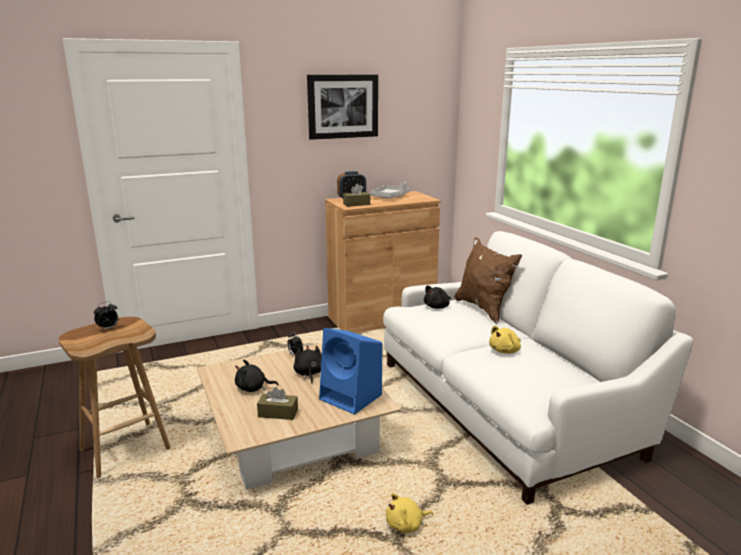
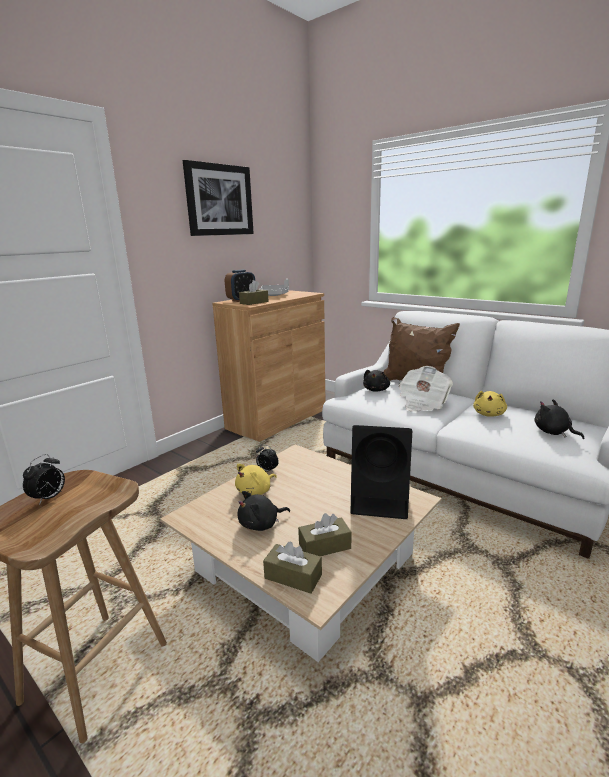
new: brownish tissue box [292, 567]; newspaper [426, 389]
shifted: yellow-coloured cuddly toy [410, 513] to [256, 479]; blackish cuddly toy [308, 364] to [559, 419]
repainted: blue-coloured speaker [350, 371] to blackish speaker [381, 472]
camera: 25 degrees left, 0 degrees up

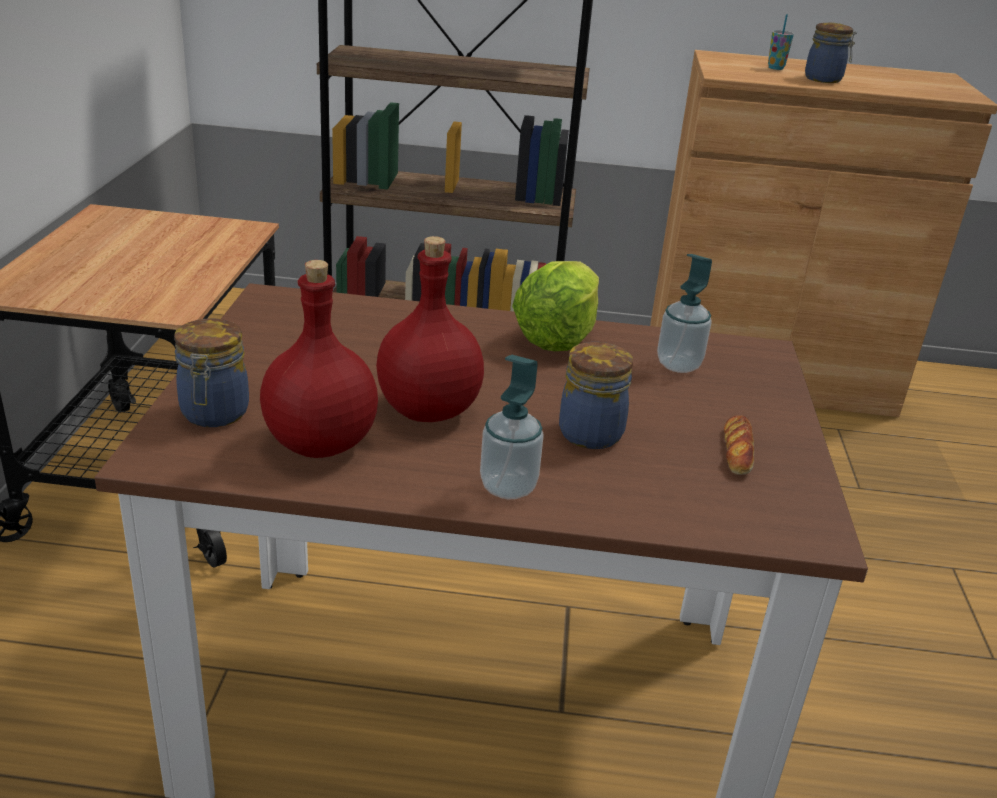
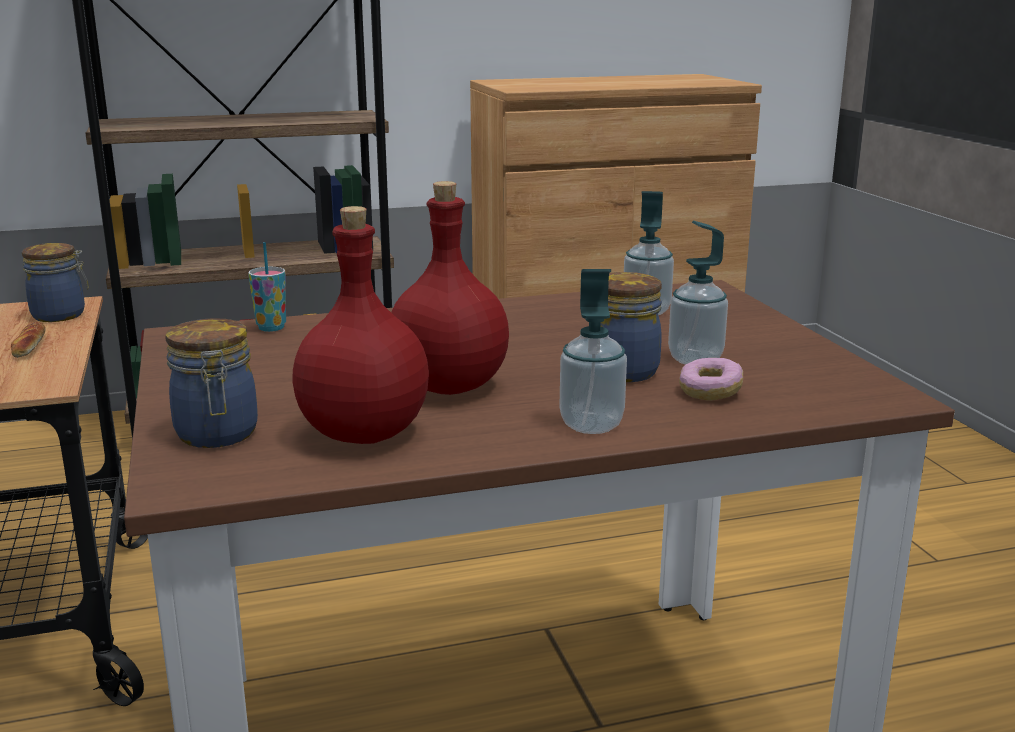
gone: lettuce head [555, 306]
new: soap dispenser [698, 293]; ring doughnut [711, 379]
shifted: baked bread [739, 445] to [28, 340]; preserve jar [831, 53] to [55, 282]; drinking cup [781, 42] to [267, 287]
camera: 20 degrees left, 10 degrees down

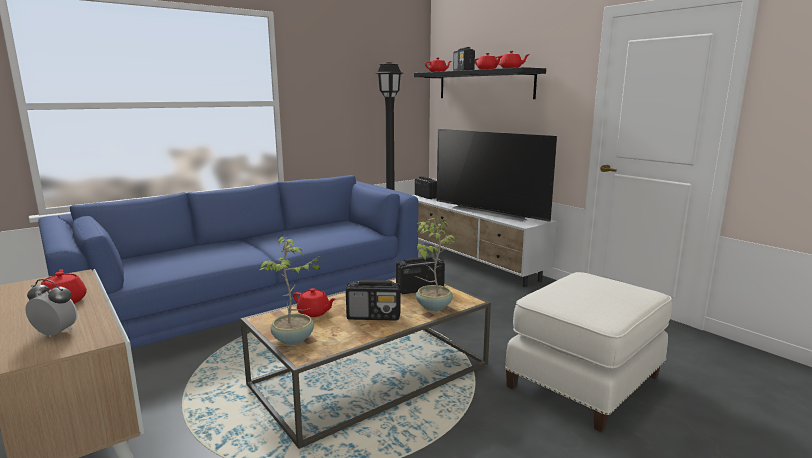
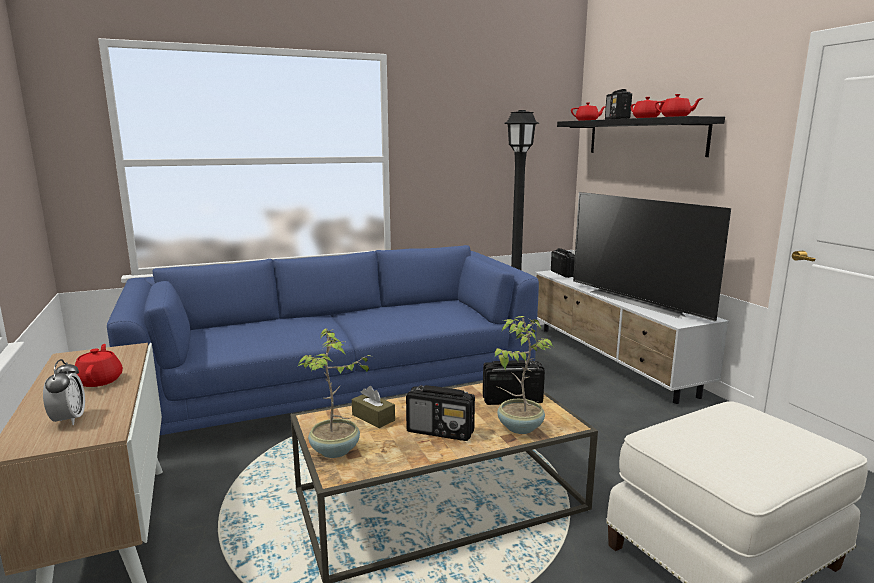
swapped: red-coloured teapot [314, 302] to brownish tissue box [373, 407]
rotated: table clock [51, 308] = [64, 392] 45 degrees clockwise
camera: 15 degrees right, 0 degrees up

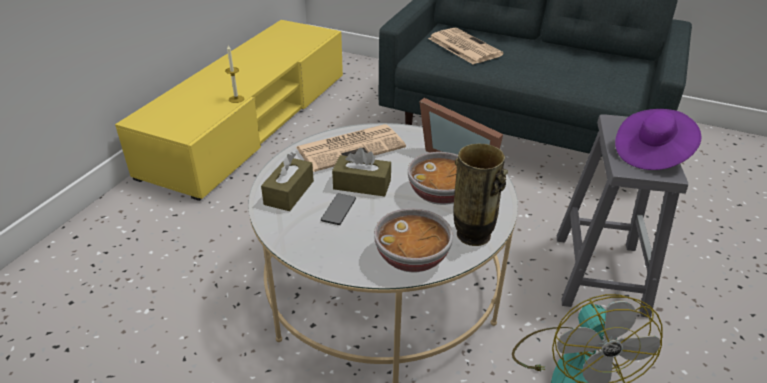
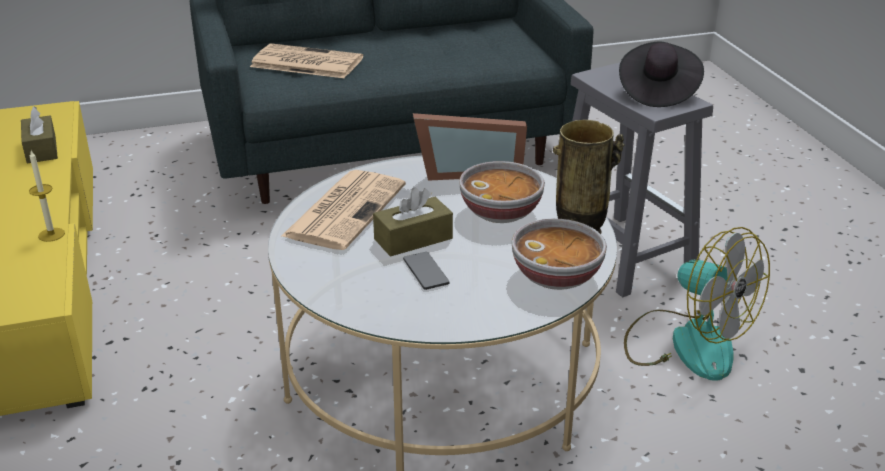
shifted: brownish tissue box [287, 181] to [39, 134]
repainted: purple-coloured hat [658, 139] to blackish hat [661, 74]
camera: 40 degrees left, 5 degrees down

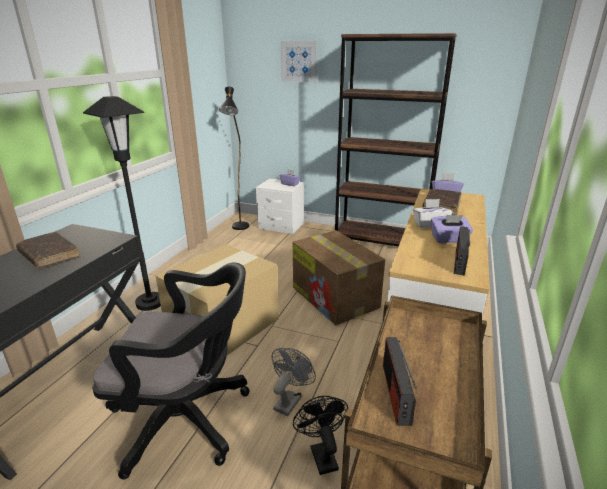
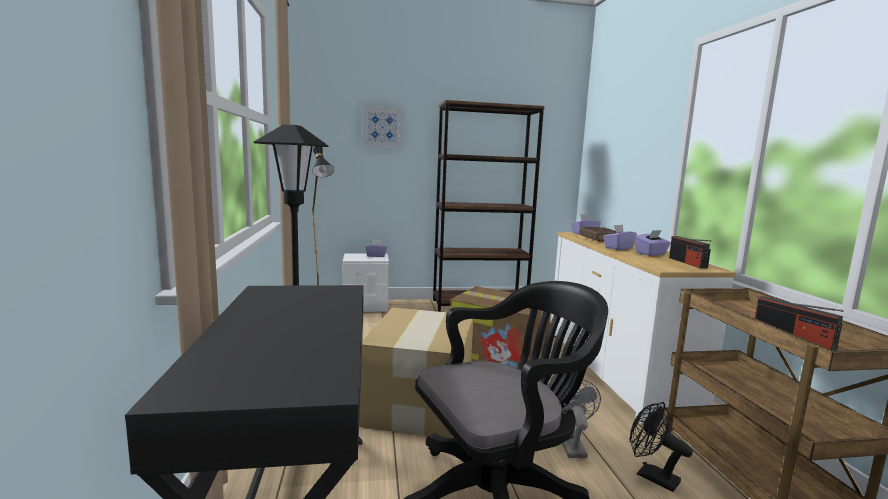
gone: brownish book [48, 250]
repainted: whitish tissue box [432, 213] to purple-coloured tissue box [620, 237]
camera: 30 degrees left, 15 degrees down

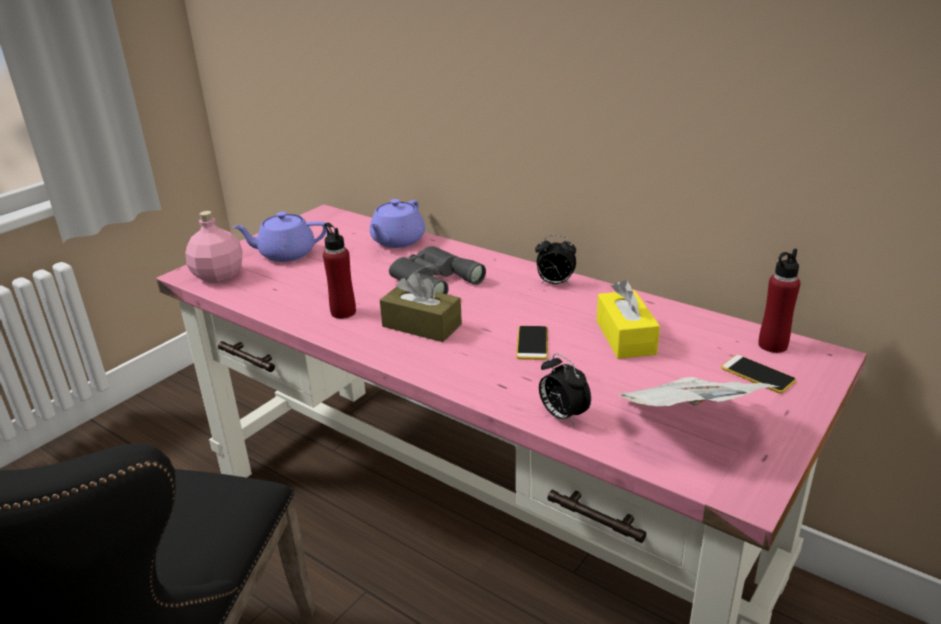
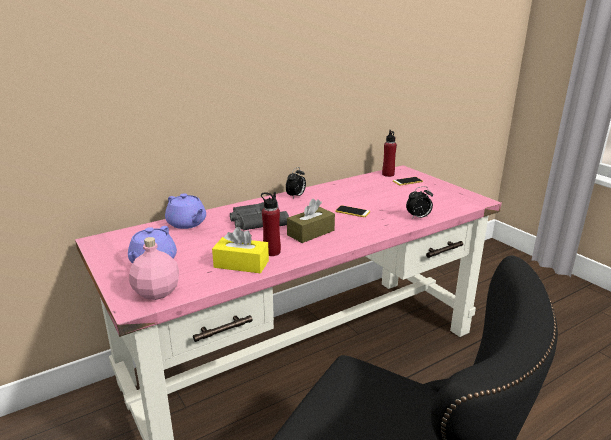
gone: newspaper [698, 391]
shifted: yellow-coloured tissue box [628, 319] to [240, 250]
camera: 70 degrees left, 5 degrees down

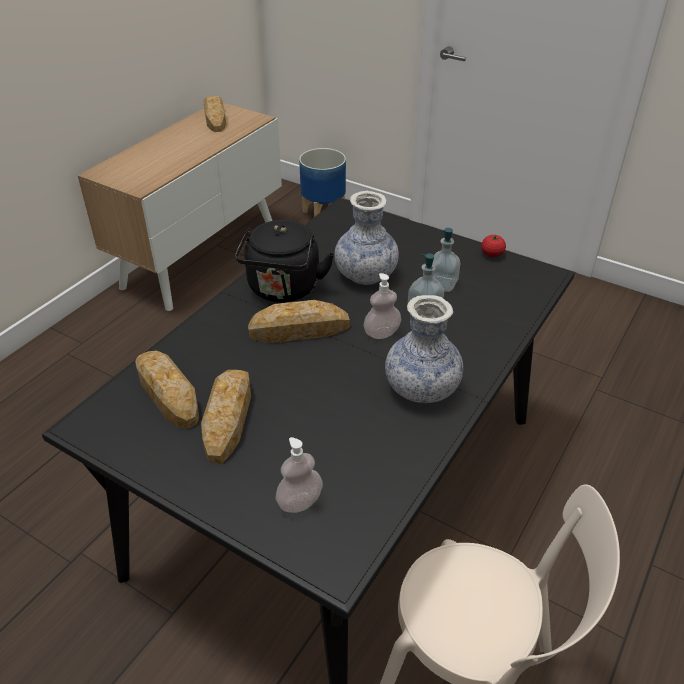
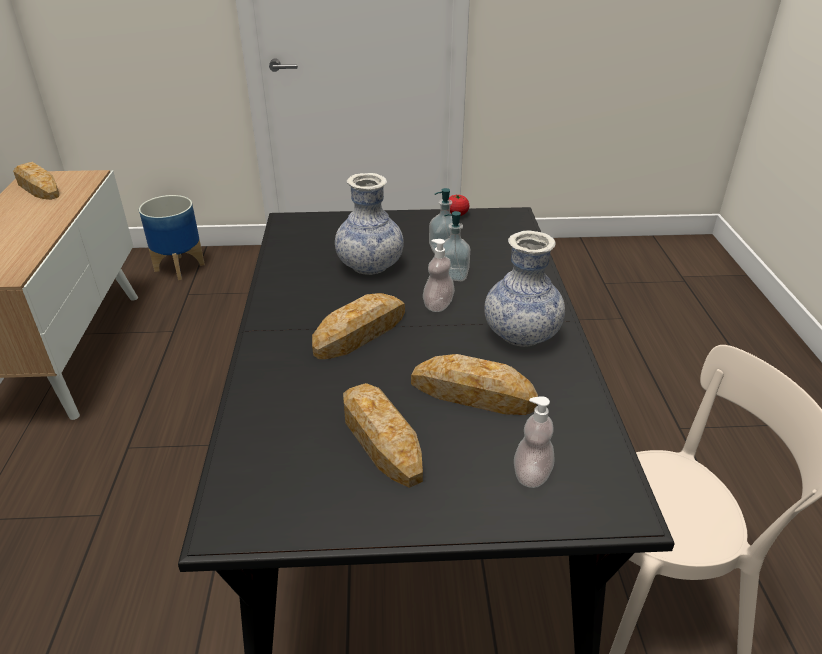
gone: blackish water kettle [284, 261]
shifted: baked bread [167, 389] to [474, 384]
camera: 35 degrees left, 5 degrees down

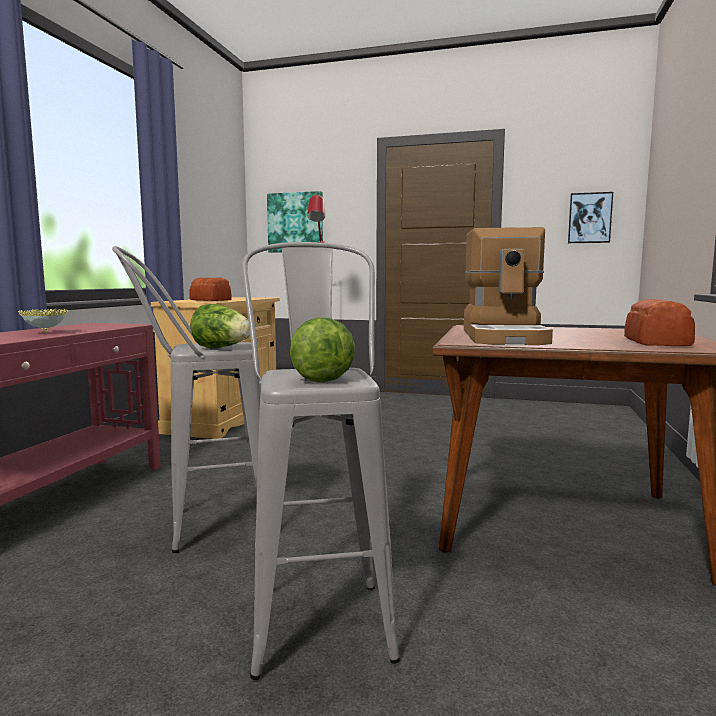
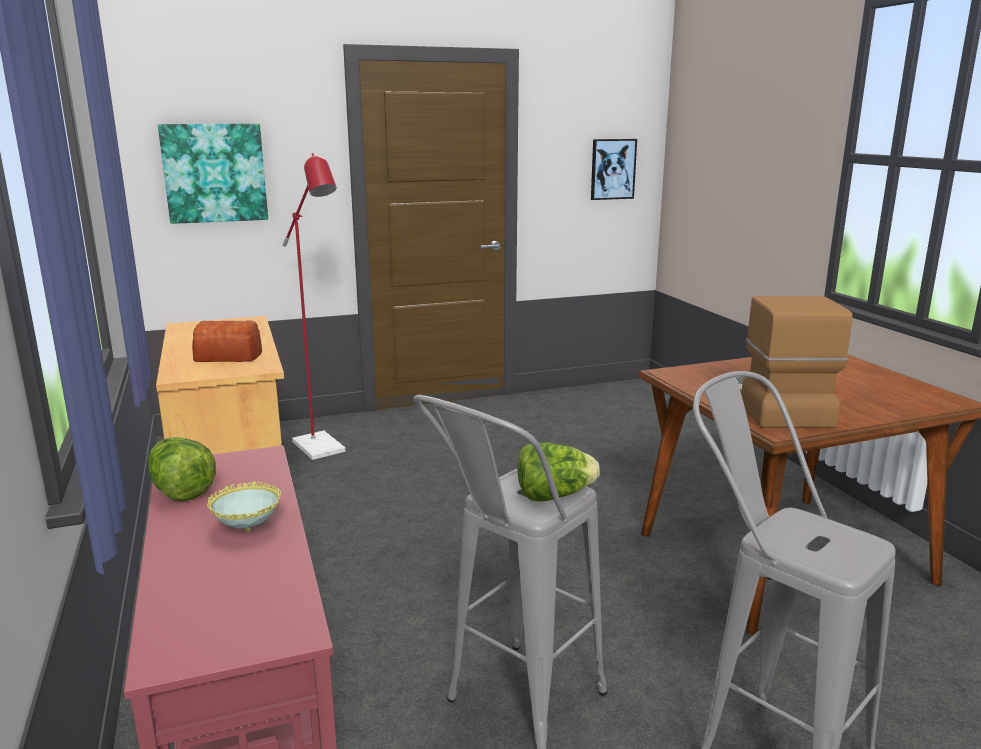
gone: baked bread [659, 322]
shifted: lettuce head [322, 350] to [182, 469]
rotated: coffee maker [508, 286] = [794, 362] 150 degrees counterclockwise
camera: 35 degrees left, 10 degrees up

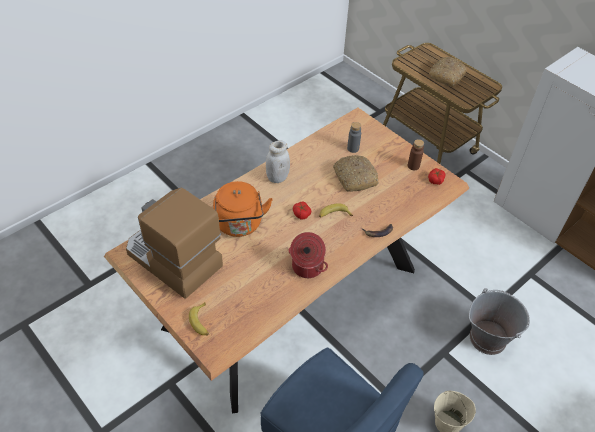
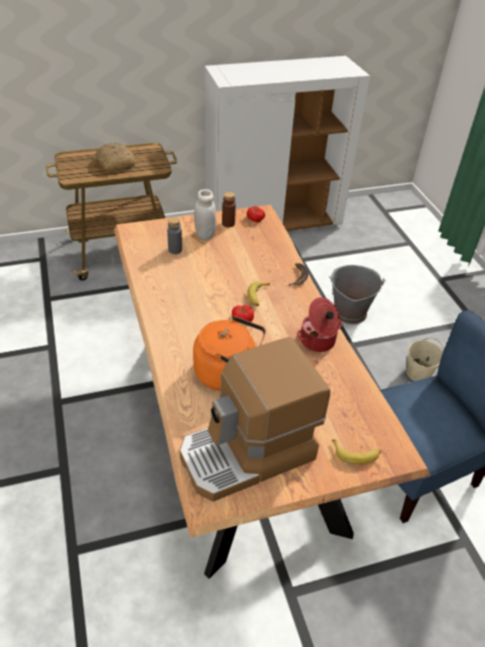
gone: baked bread [355, 173]
shifted: whitish preserve jar [278, 161] to [205, 214]
camera: 65 degrees left, 5 degrees down

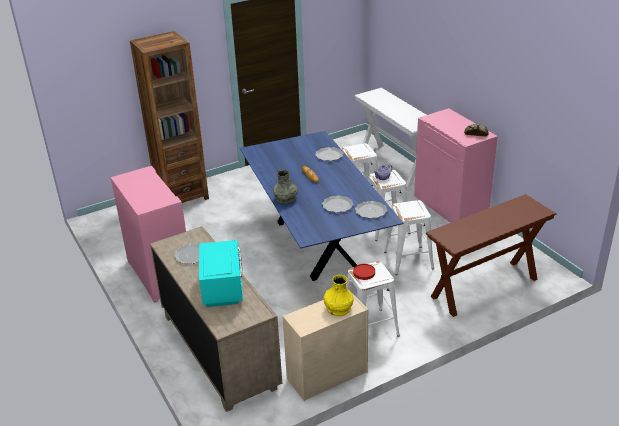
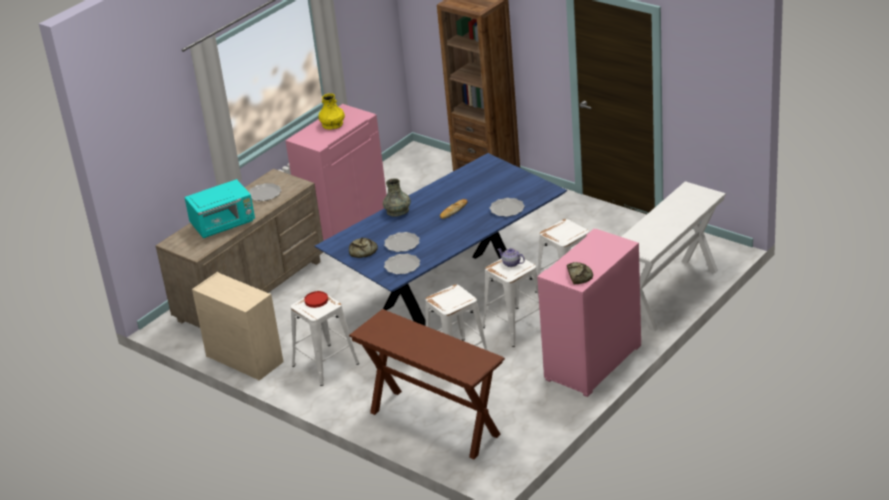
new: baked bread [363, 247]
shifted: yellow-coloured flower vase [338, 295] to [331, 111]
camera: 70 degrees right, 0 degrees up

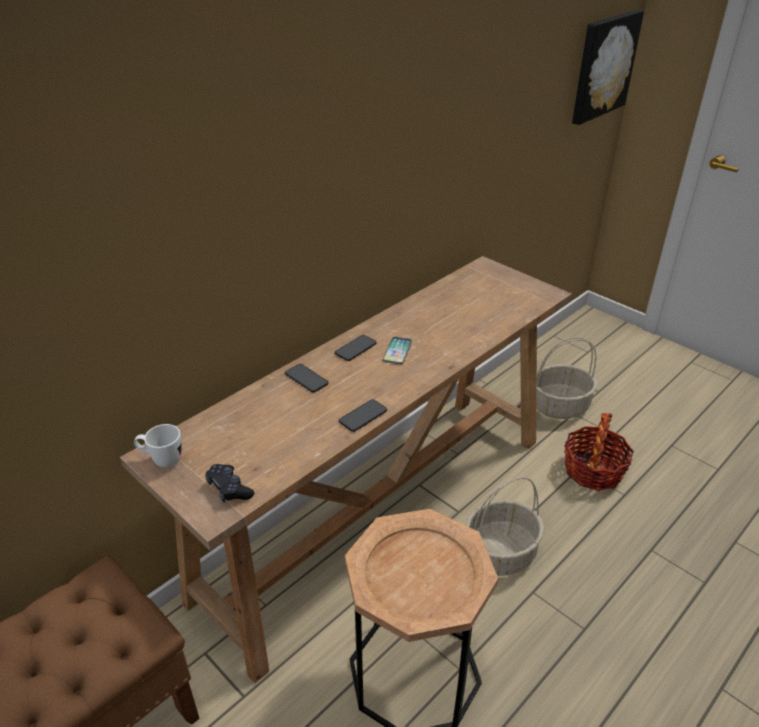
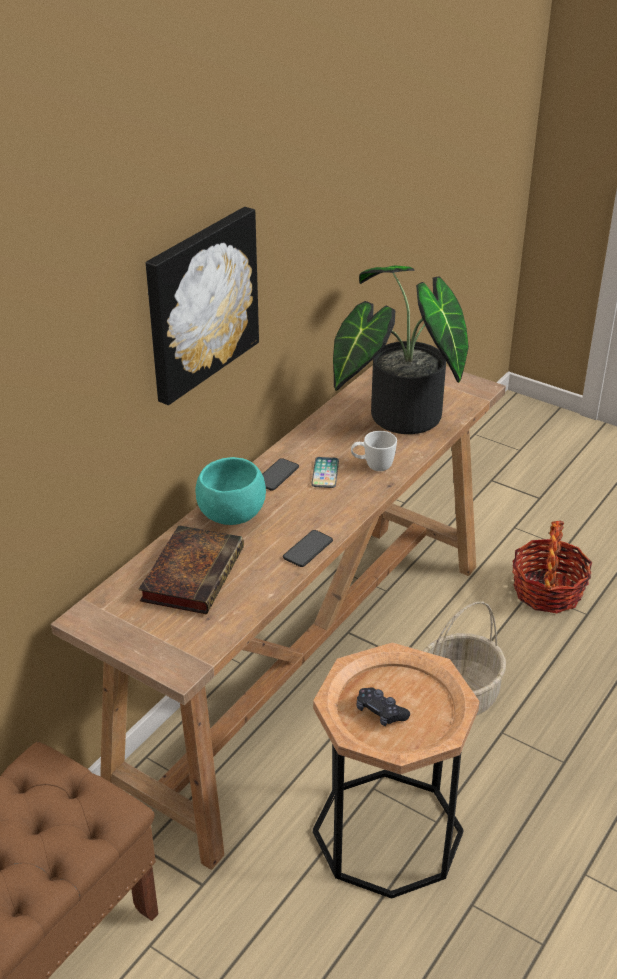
gone: household basket [566, 378]
new: book [191, 569]; houseplant [401, 349]
shifted: picture [608, 67] to [202, 306]; whitish tea mug [158, 446] to [374, 451]; blackish gamepad [229, 483] to [383, 706]
swapped: handset [307, 378] to turquoise-coloured bowl [230, 491]
camera: 10 degrees left, 0 degrees up

